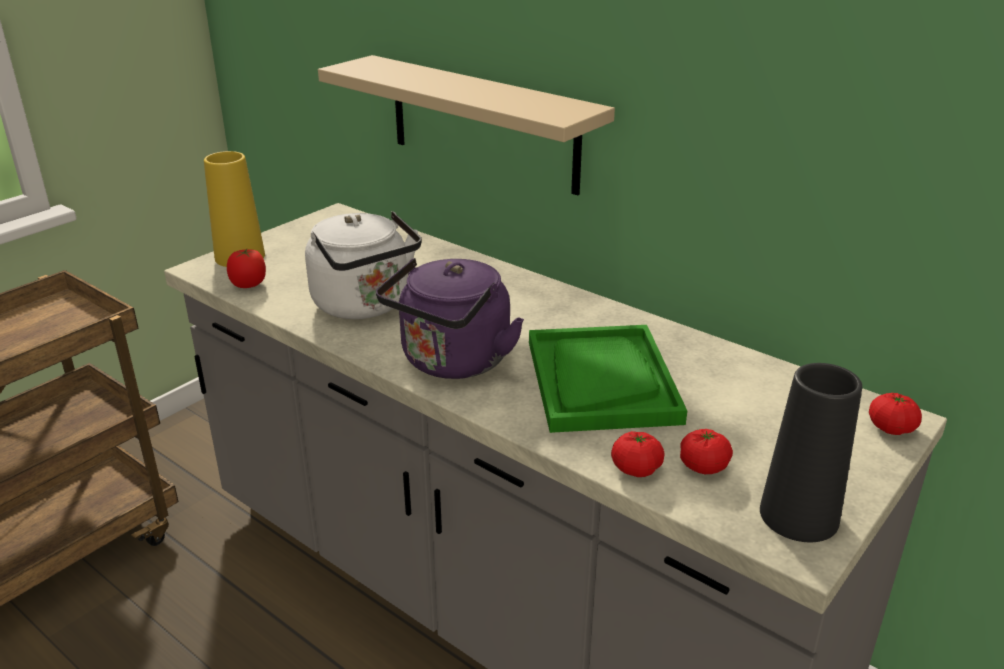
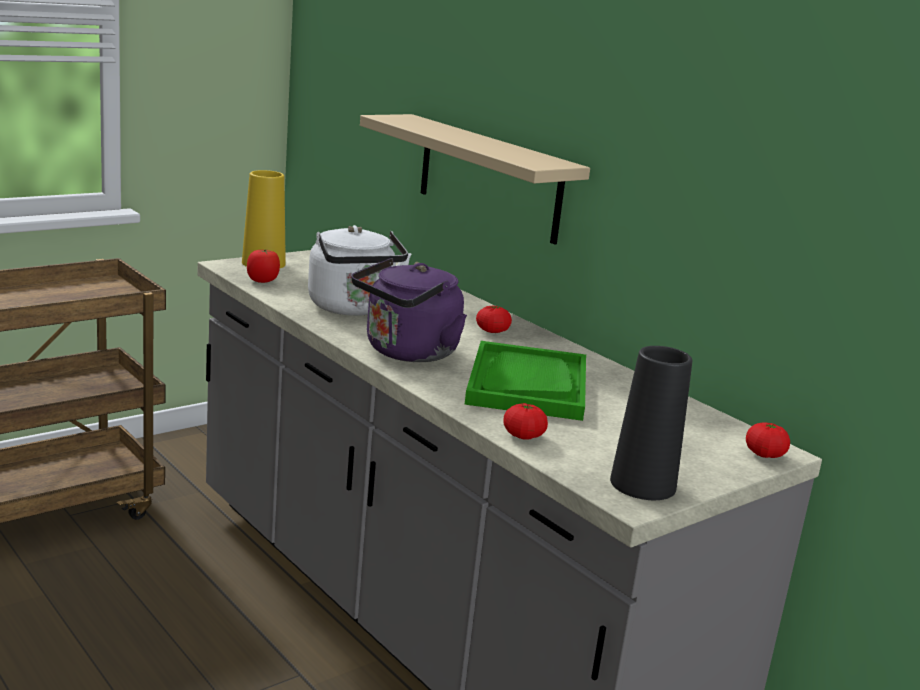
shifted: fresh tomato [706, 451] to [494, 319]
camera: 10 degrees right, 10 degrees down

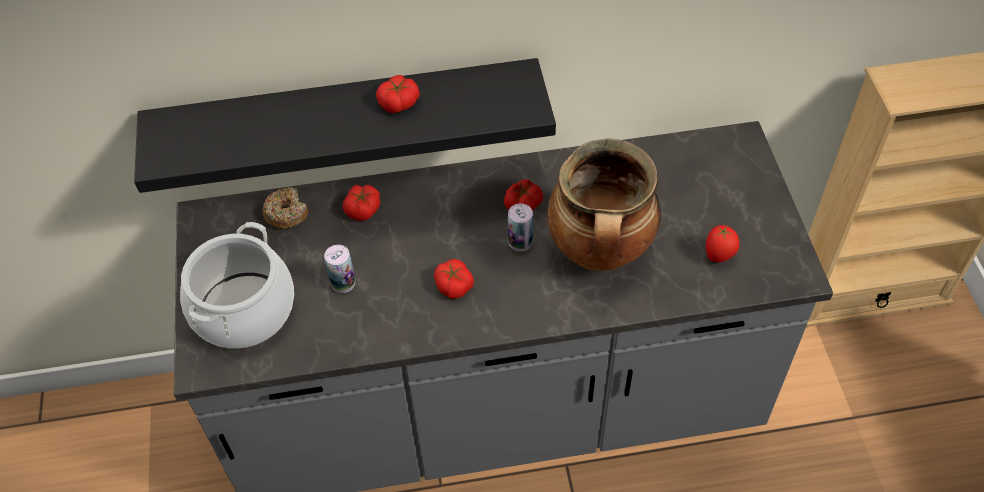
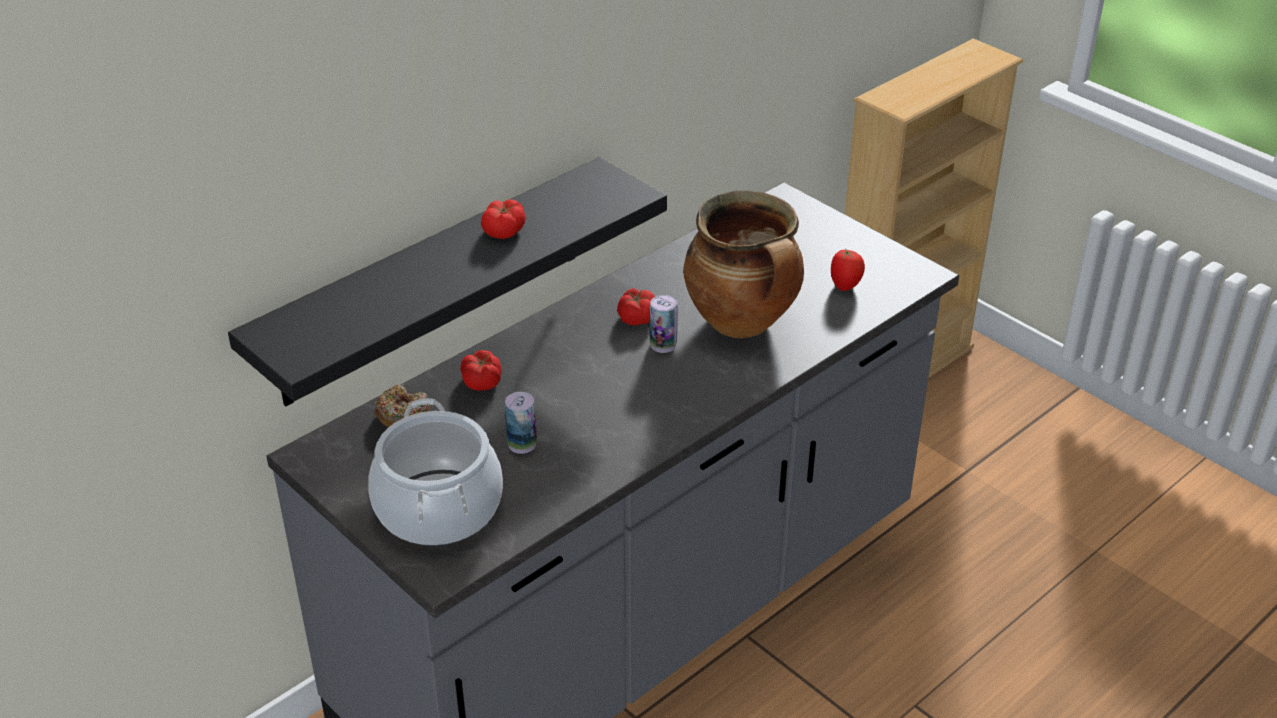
gone: fresh tomato [454, 279]
camera: 35 degrees left, 15 degrees down

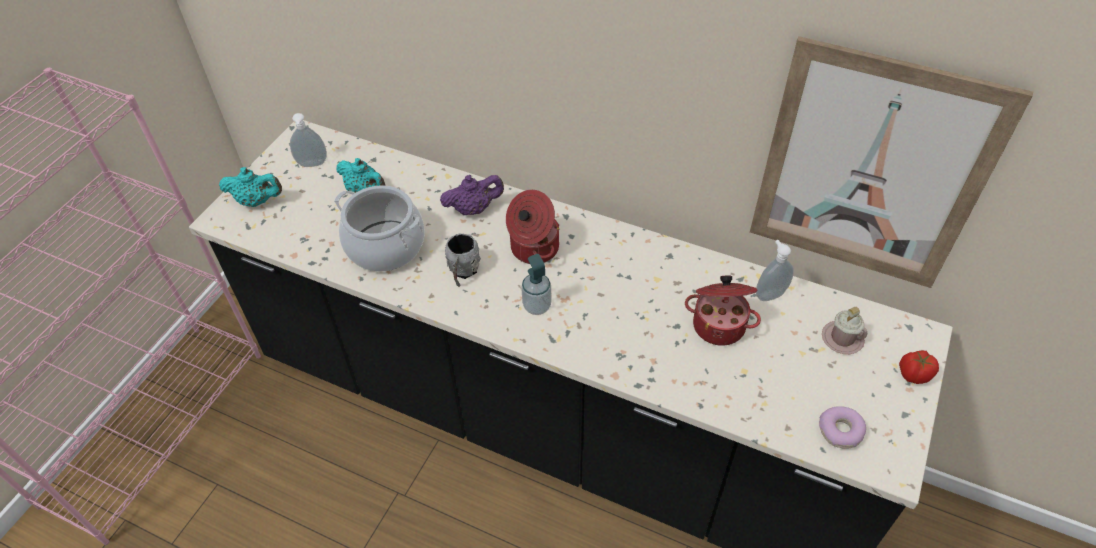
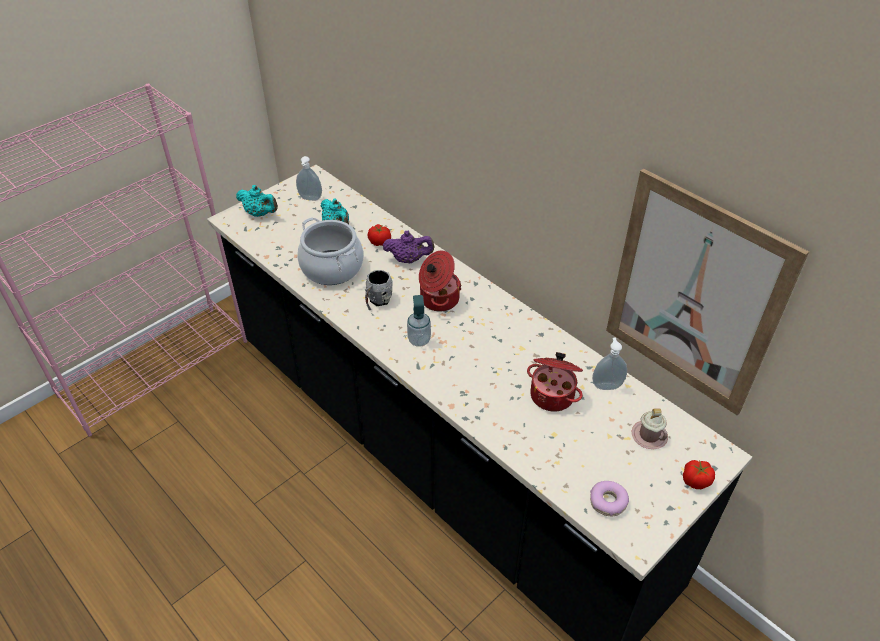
new: fresh tomato [379, 235]
camera: 20 degrees right, 5 degrees down

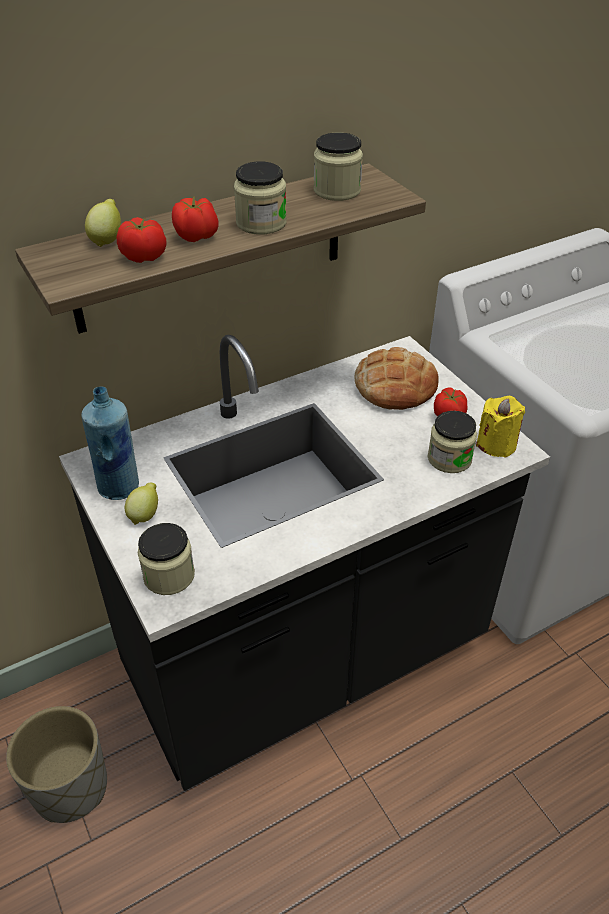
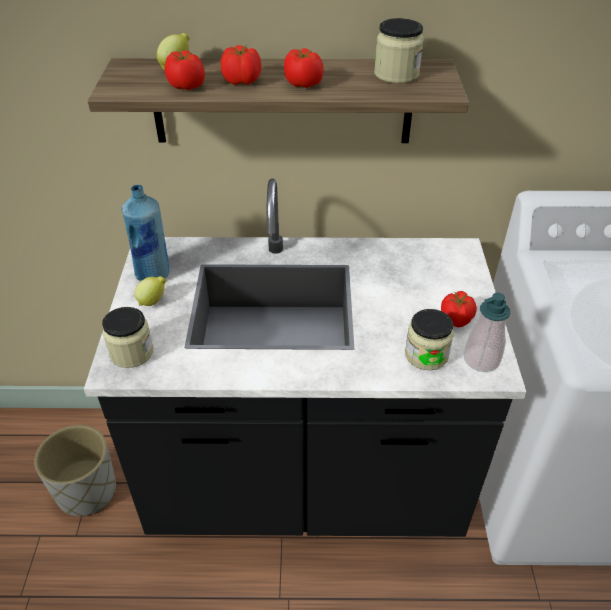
gone: baked bread [396, 378]
swapped: preserve jar [260, 198] to fresh tomato [304, 68]; yellow-coloured candle [500, 427] to soap dispenser [487, 332]
camera: 30 degrees right, 0 degrees up

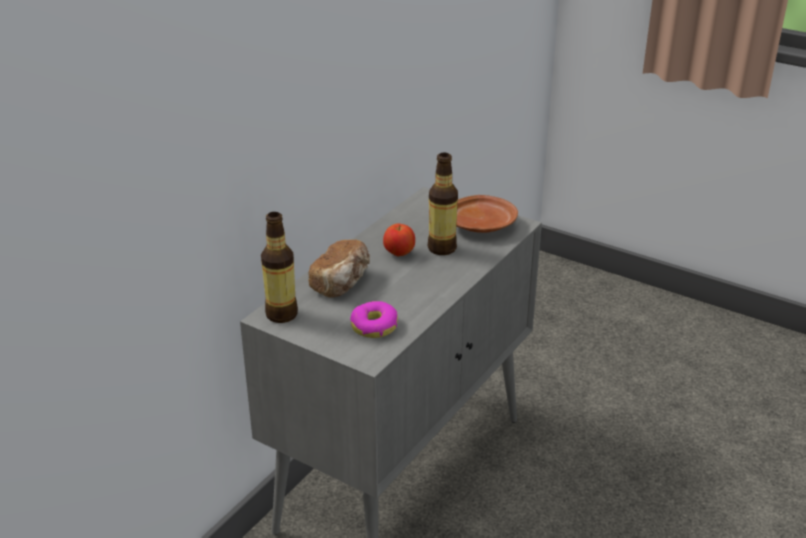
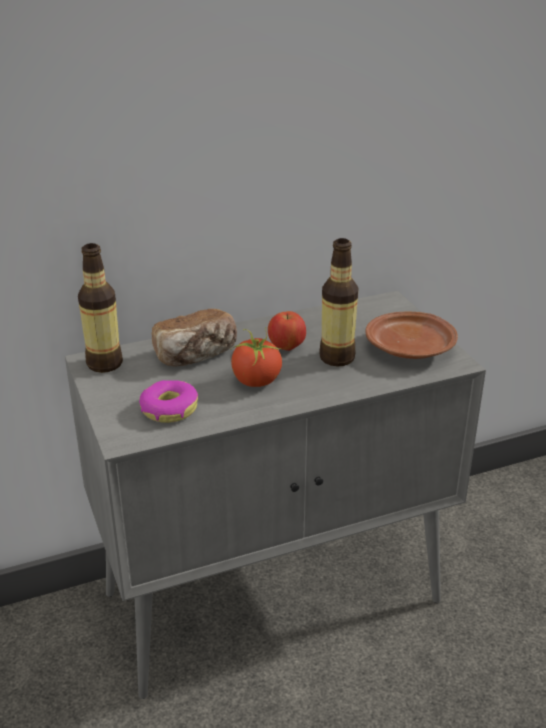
new: fresh tomato [256, 357]
camera: 35 degrees right, 0 degrees up

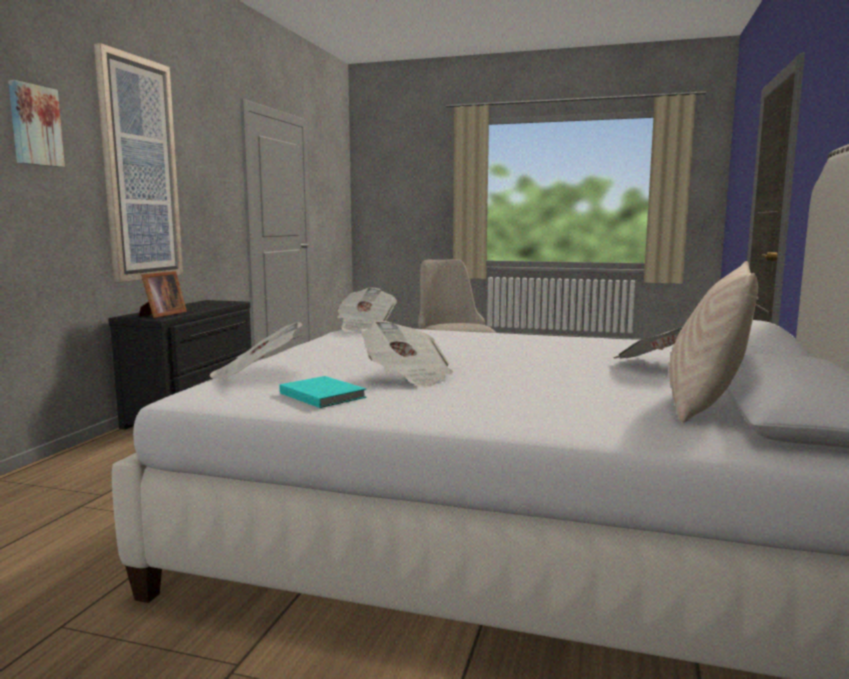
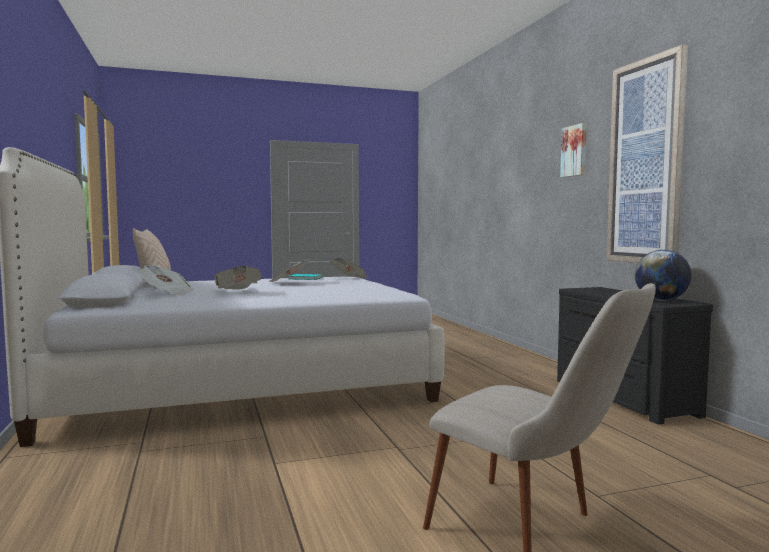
gone: standing frame [163, 294]
new: world globe [663, 275]
shifted: newspaper [367, 309] to [238, 278]
camera: 145 degrees right, 5 degrees down

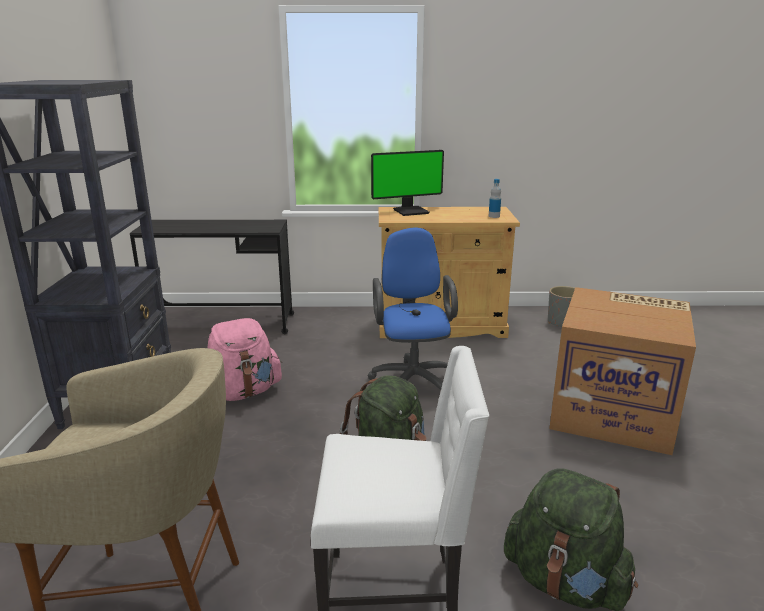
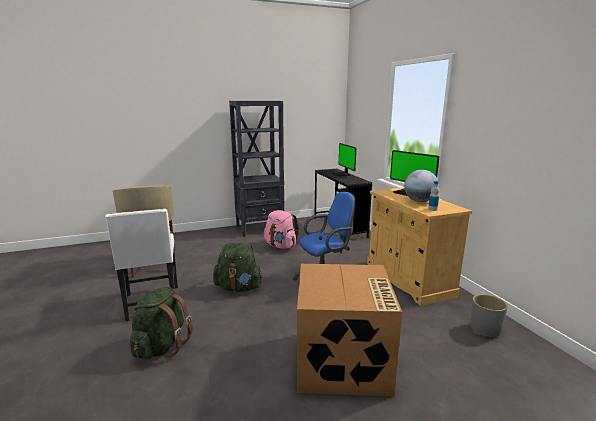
new: monitor [344, 159]; world globe [421, 186]
camera: 70 degrees right, 5 degrees down

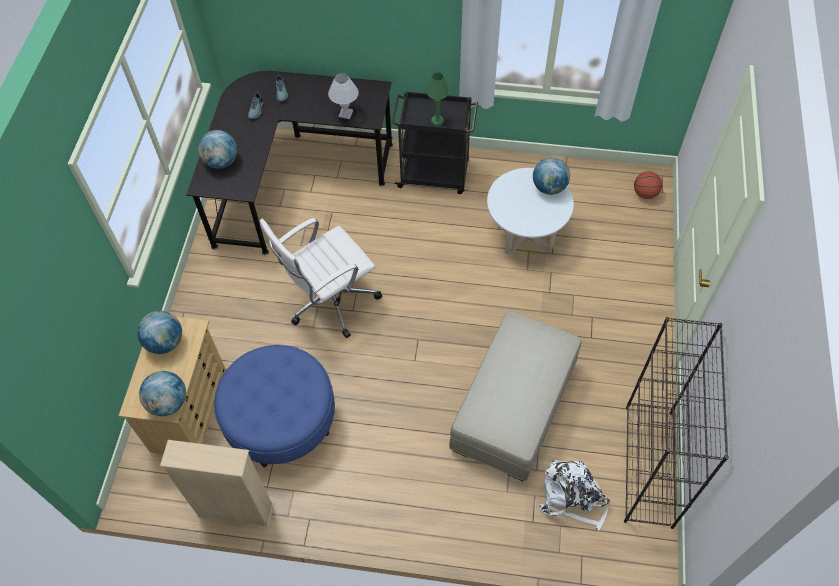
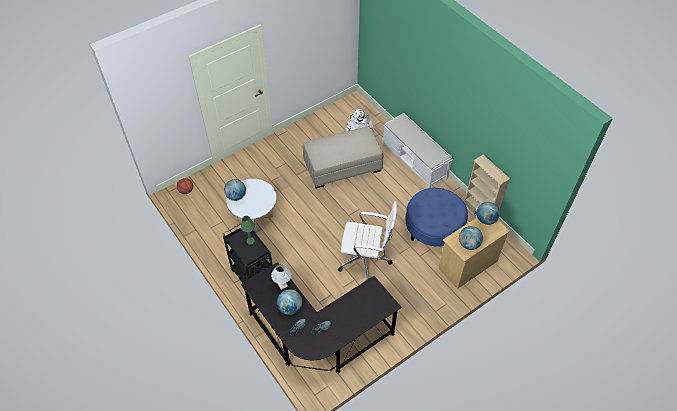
gone: blackish bookcase [676, 423]
new: whitish long seat [418, 151]
shifted: world globe [217, 149] to [289, 302]
camera: 135 degrees left, 5 degrees down

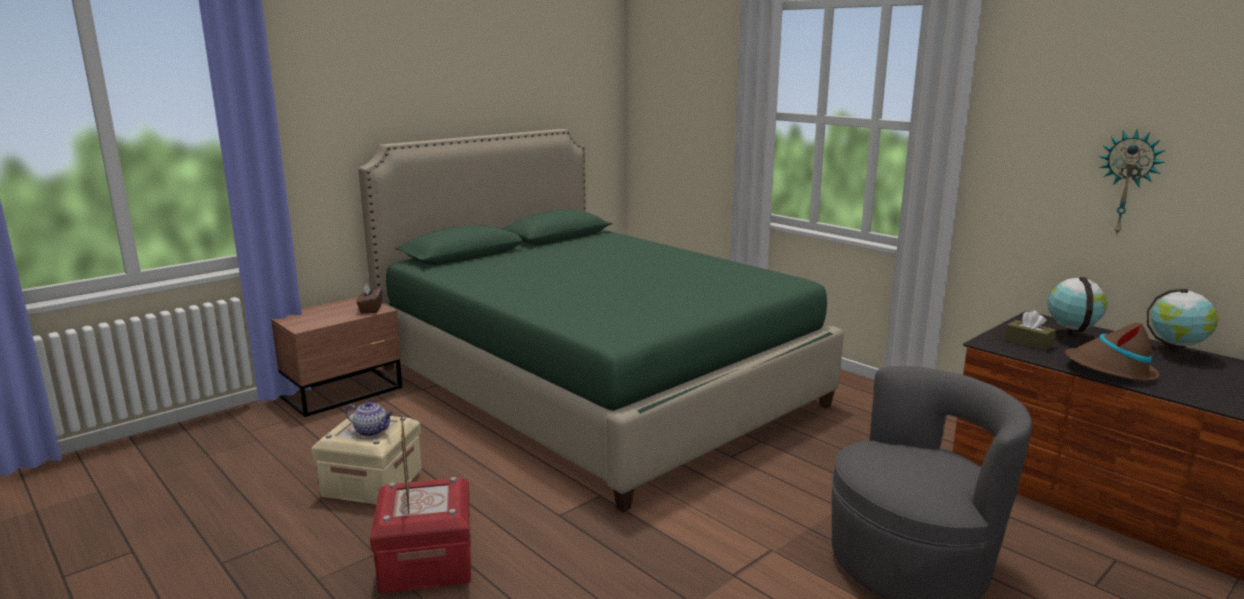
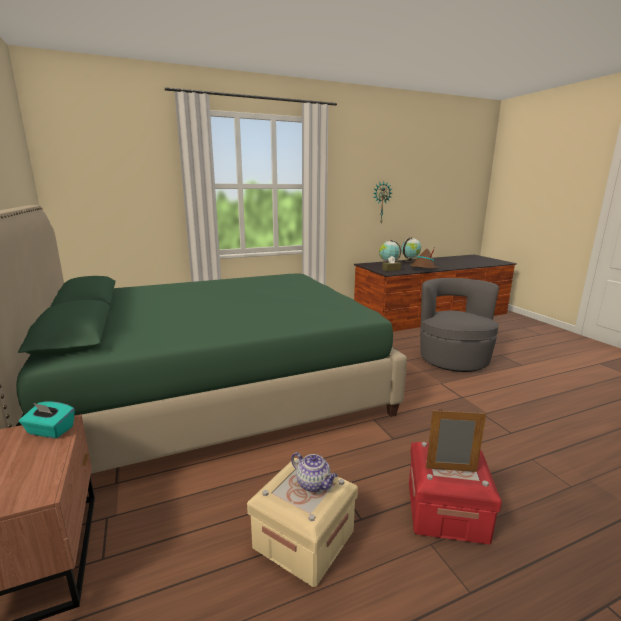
repainted: brownish tissue box [369, 298] to turquoise-coloured tissue box [47, 419]
rotated: teapot [369, 418] = [314, 472] 90 degrees clockwise
camera: 70 degrees left, 0 degrees up

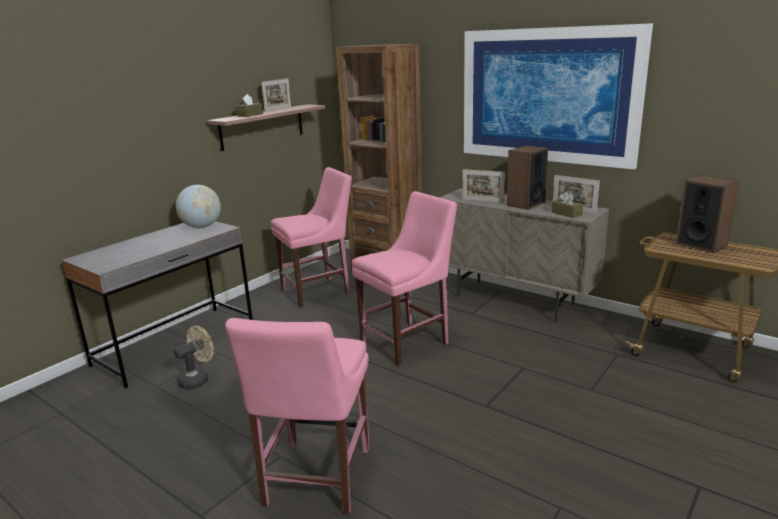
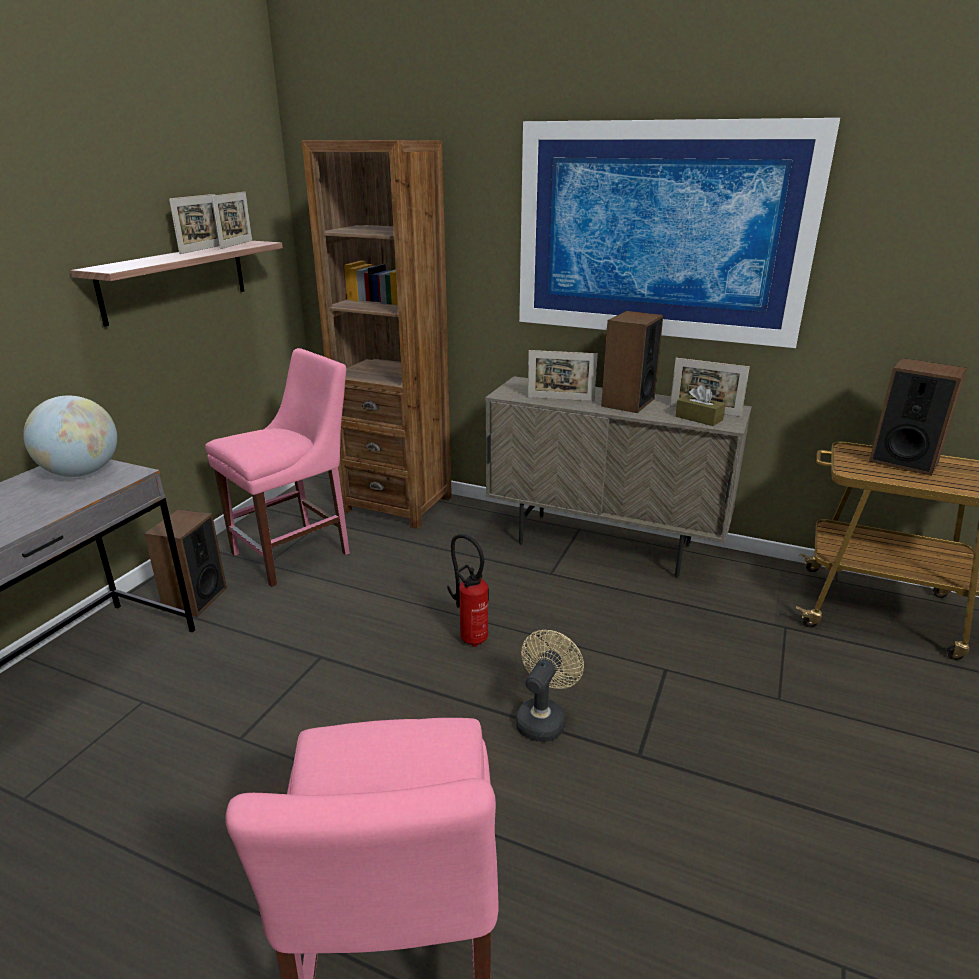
gone: brownish tissue box [249, 105]
new: speaker [185, 563]; standing frame [232, 220]
shifted: sand-coloured electric fan [194, 357] to [549, 686]
swapped: pink upright chair [404, 278] to fire-fighting cylinder [468, 590]
camera: 15 degrees left, 5 degrees up

